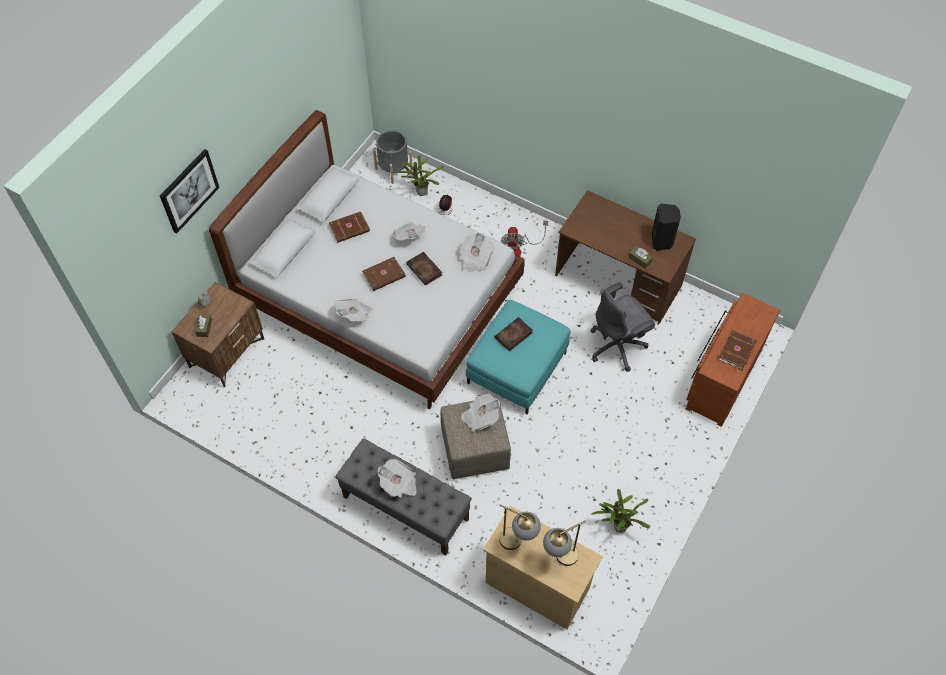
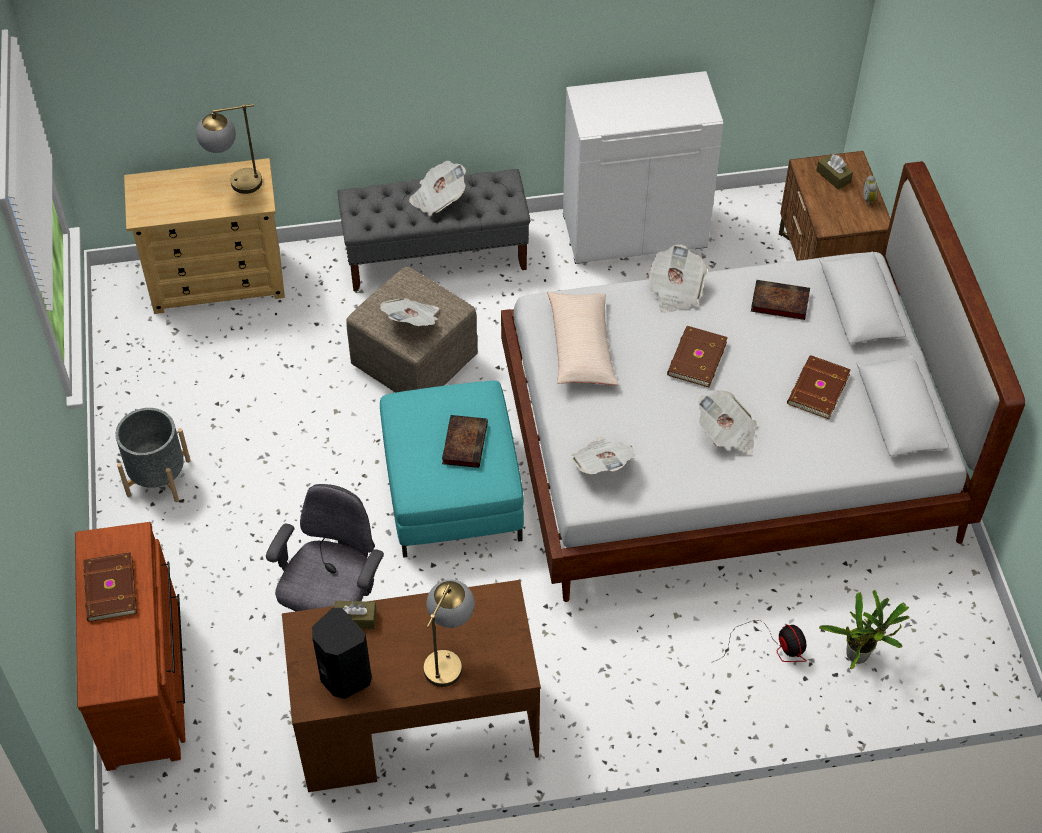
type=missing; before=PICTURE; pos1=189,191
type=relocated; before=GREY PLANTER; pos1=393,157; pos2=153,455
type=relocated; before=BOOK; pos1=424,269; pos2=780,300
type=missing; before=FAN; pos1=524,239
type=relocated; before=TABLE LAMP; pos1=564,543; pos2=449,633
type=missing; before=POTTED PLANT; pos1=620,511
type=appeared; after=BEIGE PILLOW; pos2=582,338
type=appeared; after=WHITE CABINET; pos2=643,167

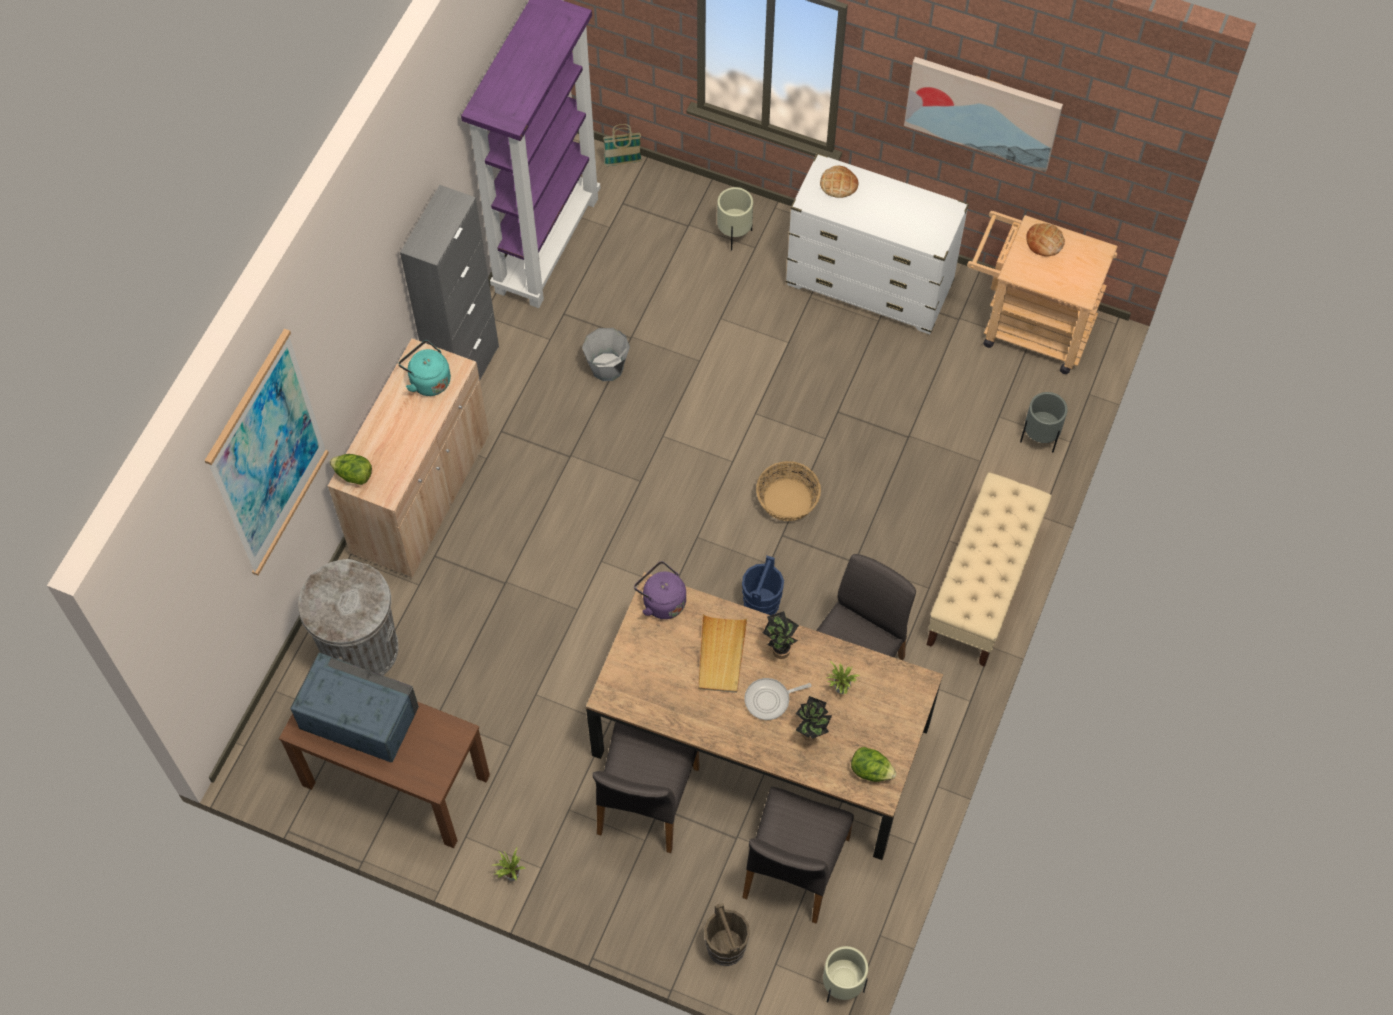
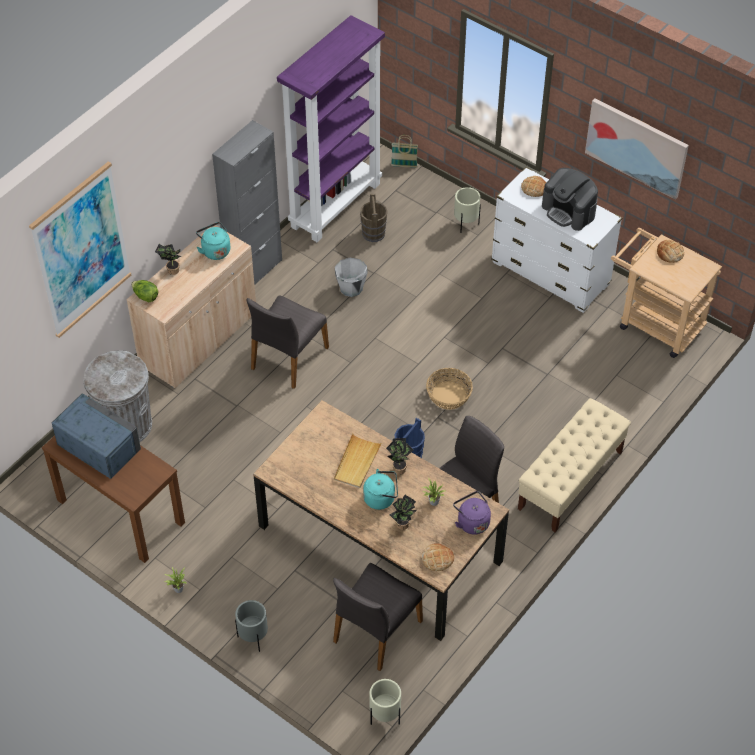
type=relocated; before=GREY CHAIR; pos1=646,787; pos2=288,342
type=relocated; before=PURPLE KETTLE; pos1=660,590; pos2=472,513
type=relocated; before=BROWN BUCKET; pos1=727,934; pos2=373,218
type=exchanged; before=FRYING PAN; after=TURQUOISE KETTLE; pos1=778,699; pos2=380,489
type=exchanged; before=LETTUCE; after=BREAD; pos1=873,764; pos2=438,557
type=relocated; before=GREY PLANTER; pos1=1043,422; pos2=251,626
type=appeared; after=POTTED PLANT; pos2=168,259
type=appeared; after=COFFEE MACHINE; pos2=570,199

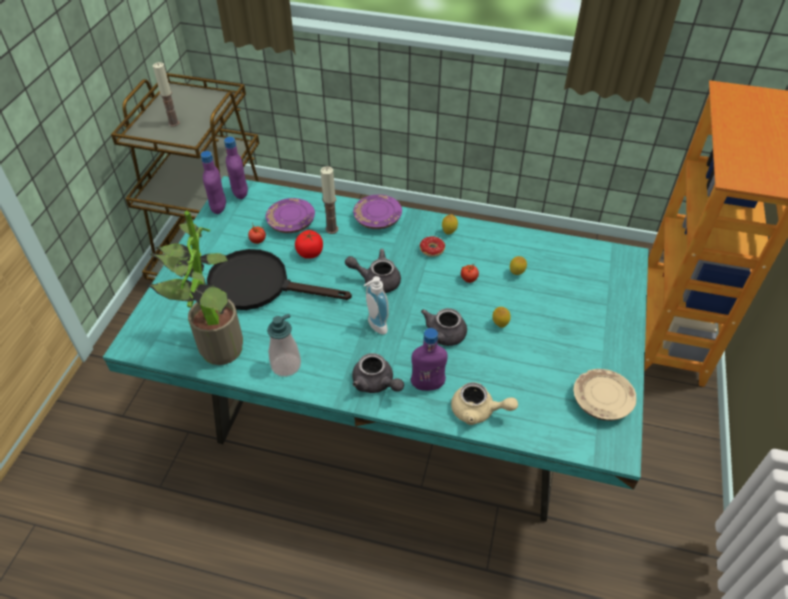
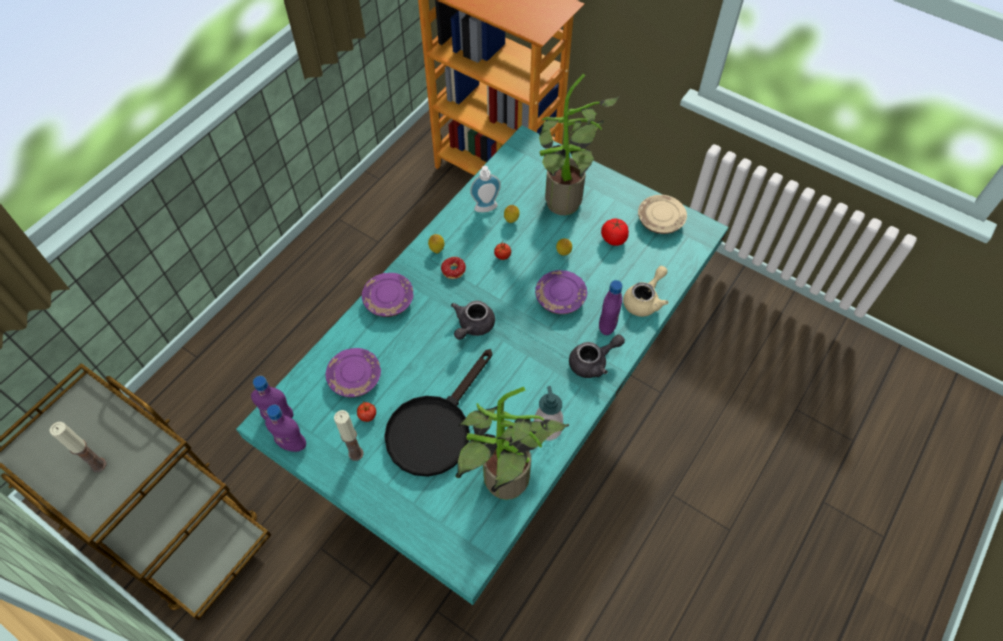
type=relocated; before=TOMATO; pos1=309,244; pos2=615,232
type=relocated; before=CANDLE; pos1=329,200; pos2=349,435
type=relocated; before=SOAP DISPENSER; pos1=376,305; pos2=485,189
type=exchanged; before=GREY TEAPOT; after=PURPLE PLATE; pos1=444,327; pos2=561,292
type=appeared; after=POTTED PLANT; pos2=579,144

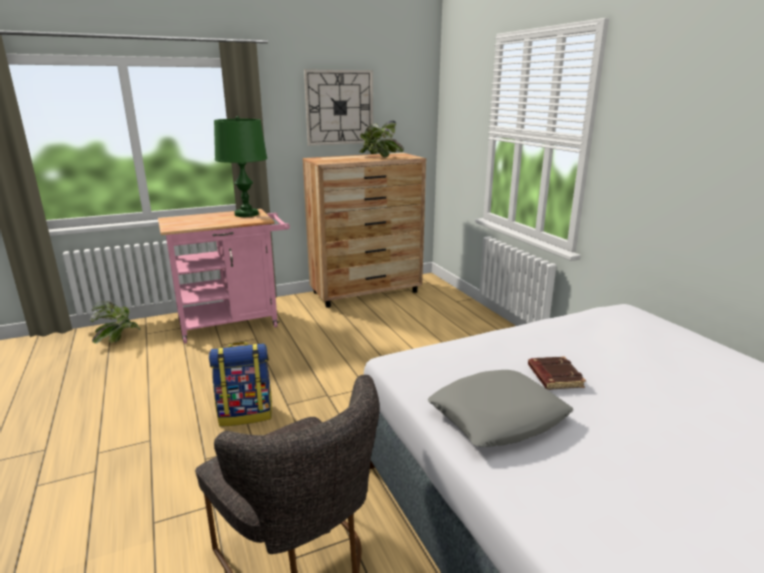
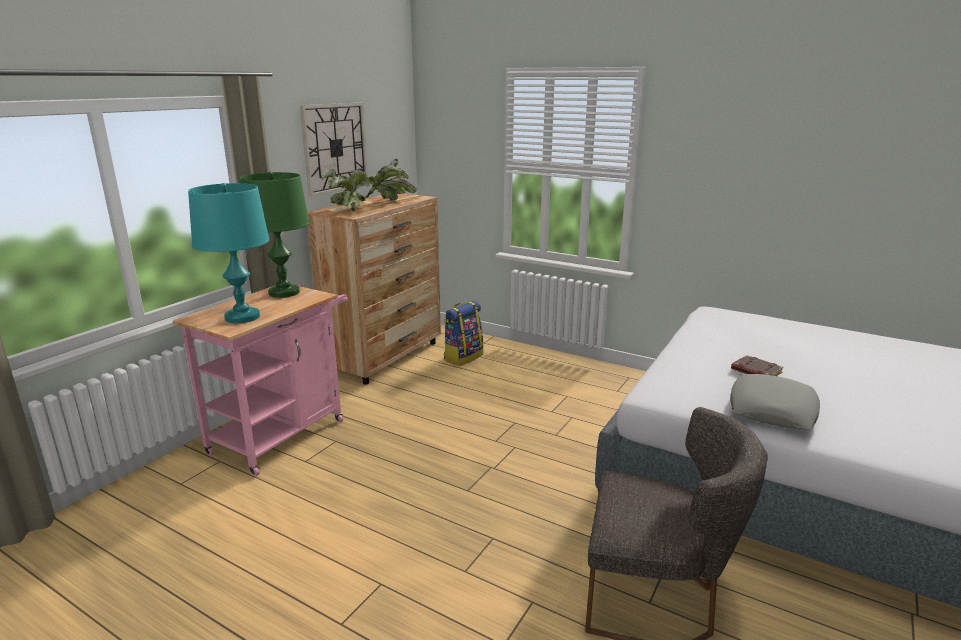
type=relocated; before=POTTED PLANT; pos1=115,322; pos2=346,190
type=relocated; before=BACKPACK; pos1=240,384; pos2=463,333
type=appeared; after=TURQUOISE TABLE LAMP; pos2=229,253

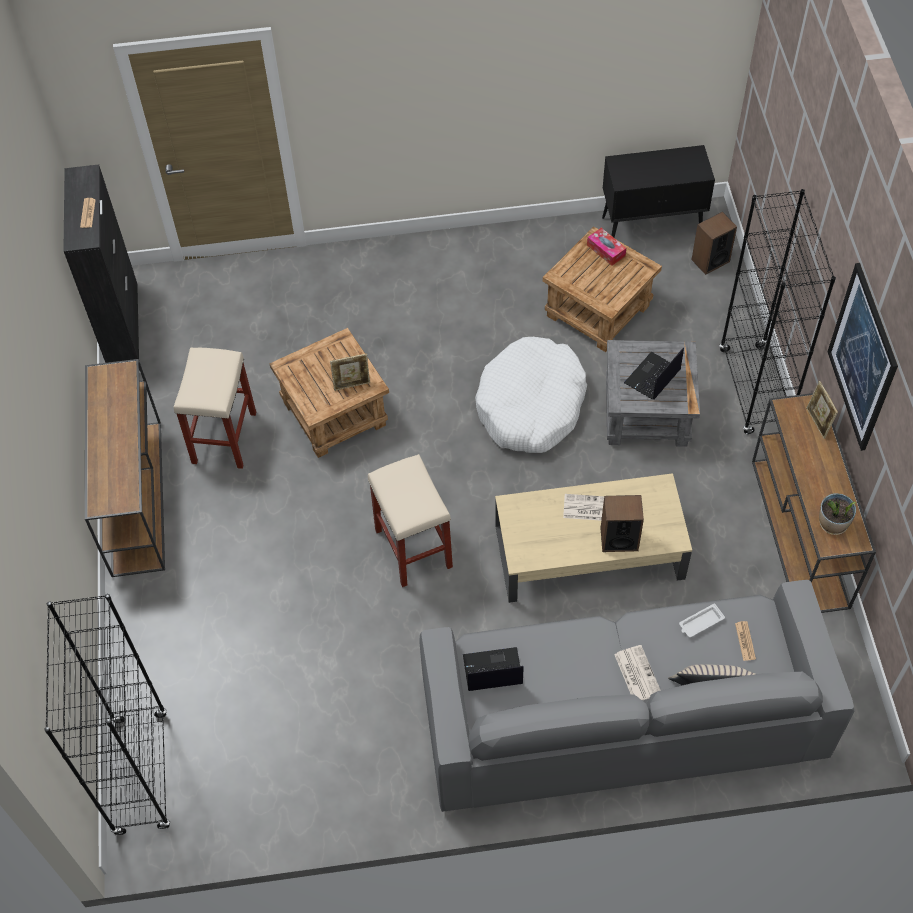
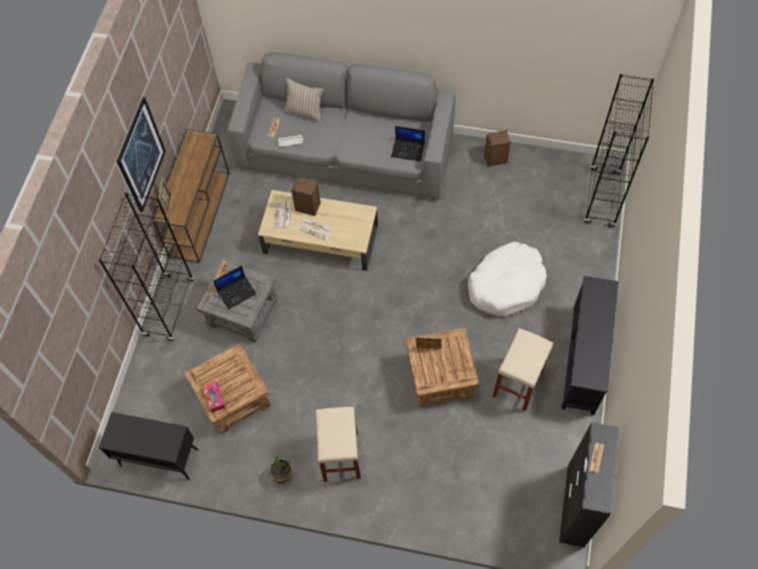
type=exchanged; before=BROWN CONSOLE TABLE; after=BLACK TV STAND; pos1=125,468; pos2=590,345
type=relocated; before=BEIGE STOOL; pos1=410,520; pos2=338,444
type=relocated; before=WHITE DOG BED; pos1=531,395; pos2=507,279
type=relocated; before=NEWSPAPER; pos1=637,672; pos2=283,214
type=relocated; before=SPEAKER; pos1=714,243; pos2=497,148
type=relocated; before=POTTED PLANT; pos1=837,514; pos2=280,468

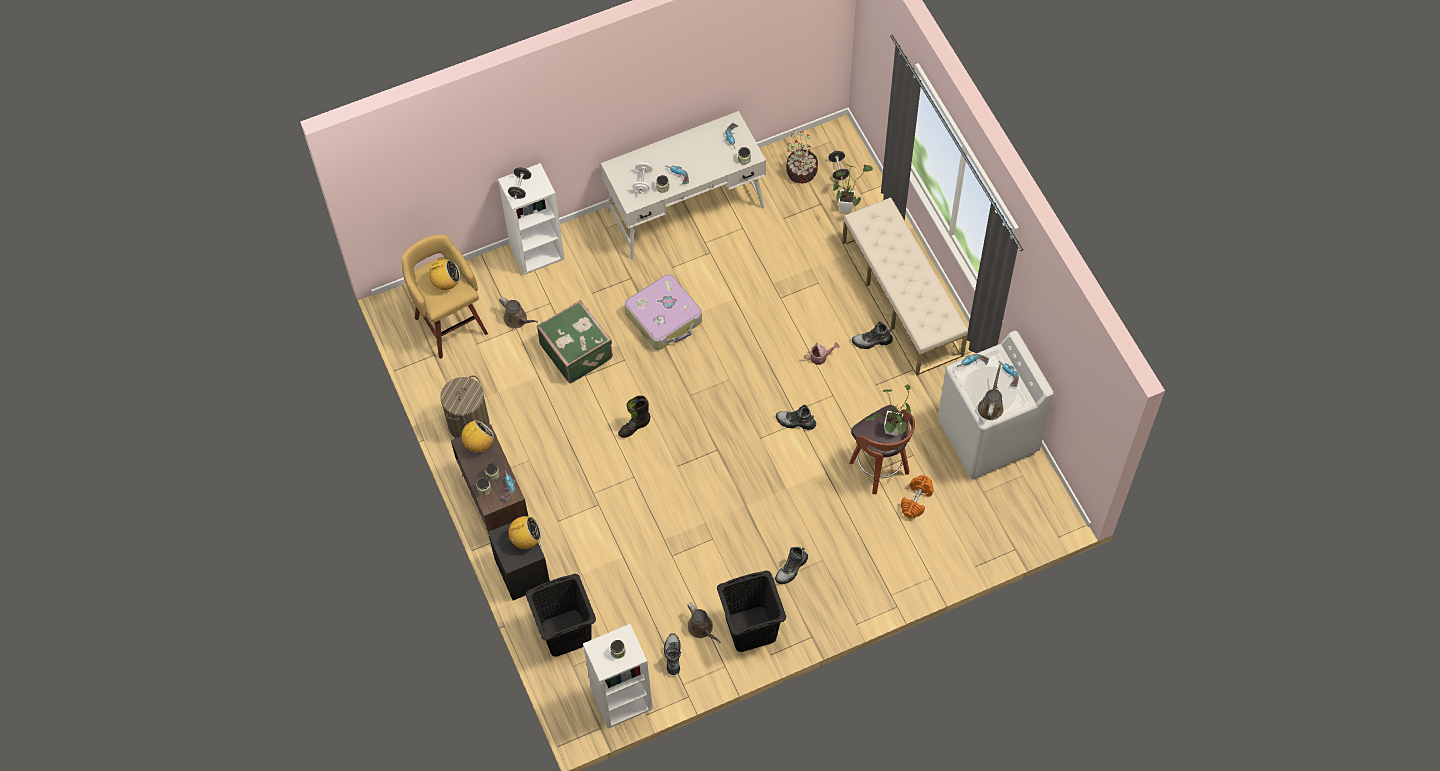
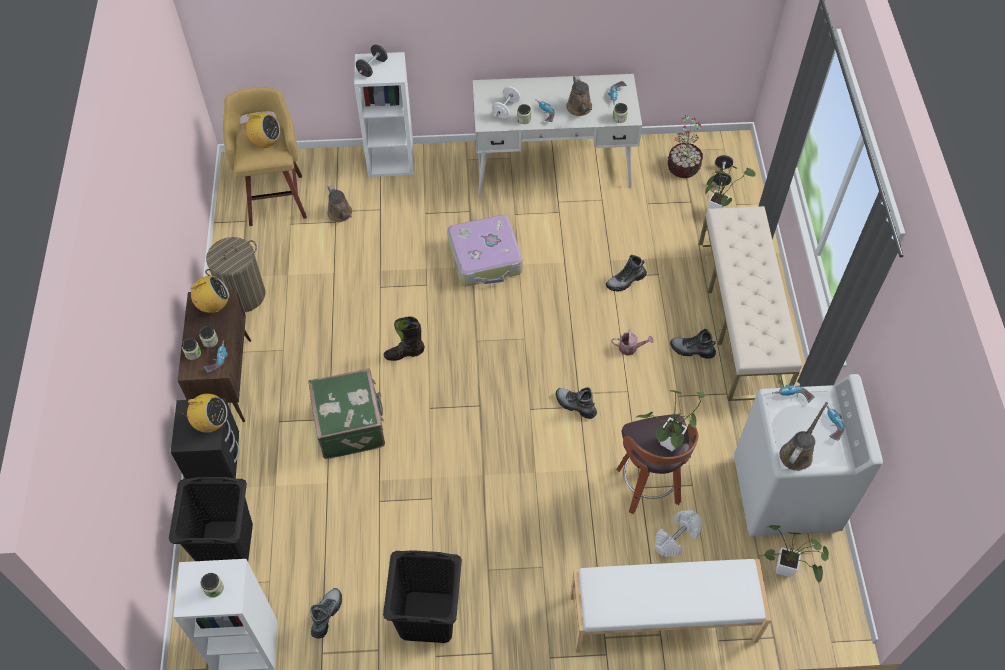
type=relocated; before=GREEN SUITCASE; pos1=575,341; pos2=346,413
type=relocated; before=BROWN WATERING CAN; pos1=704,623; pos2=579,95
type=relocated; before=BOOT; pos1=791,565; pos2=626,273
type=colour; before=ORANGE DUMBBELL; after=WHITE DUMBBELL; pos1=917,496; pos2=678,533
type=appeared; after=WHITE BENCH; pos2=670,606
type=appeared; after=POTTED PLANT; pos2=796,554

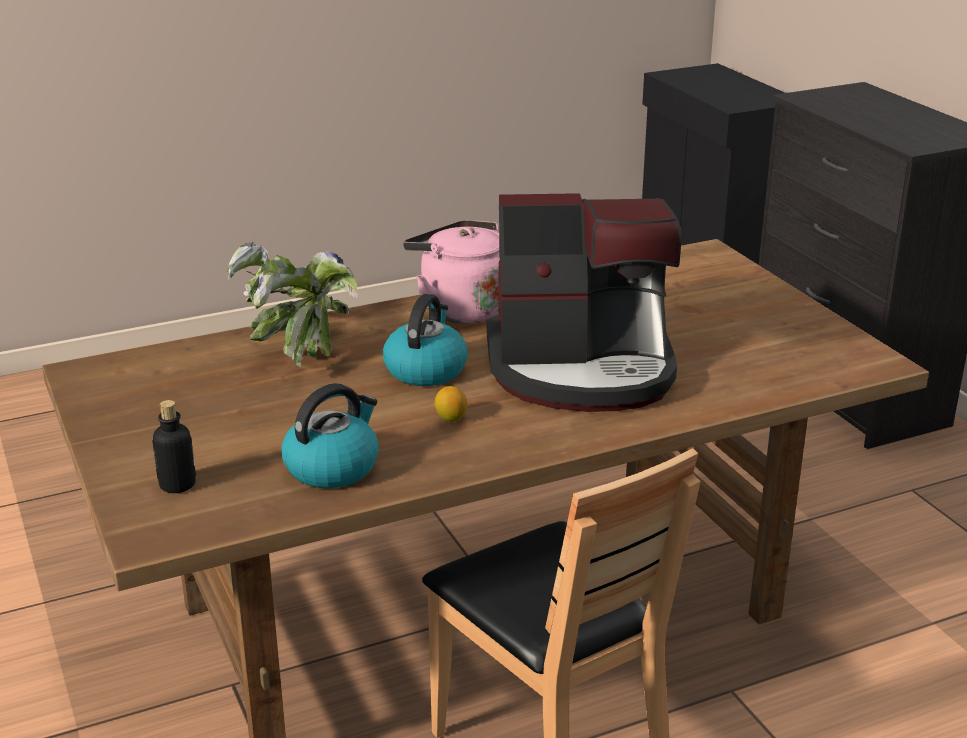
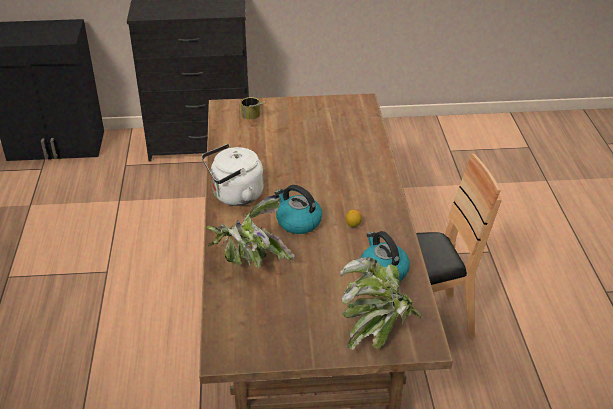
type=exchanged; before=BOTTLE; after=POTTED PLANT; pos1=174,446; pos2=380,303
type=colour; before=PINK KETTLE; after=WHITE KETTLE; pos1=451,272; pos2=233,175
type=missing; before=COFFEE MACHINE; pos1=584,302
type=appeared; after=CAN; pos2=252,108

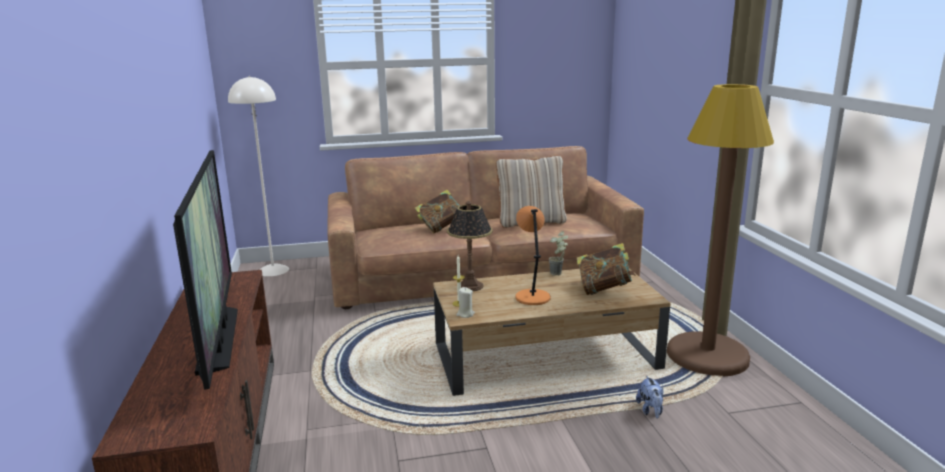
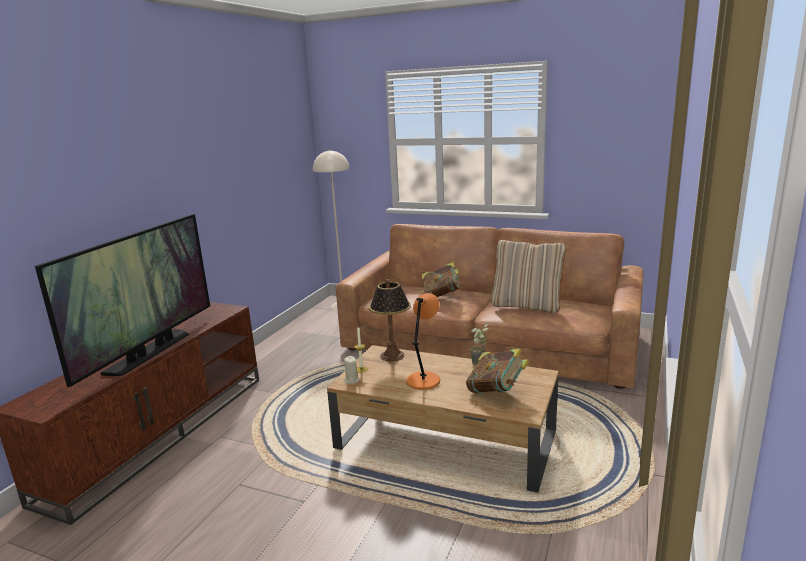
type=missing; before=PLUSH TOY; pos1=650,396
type=missing; before=BROWN FLOOR LAMP; pos1=720,230

